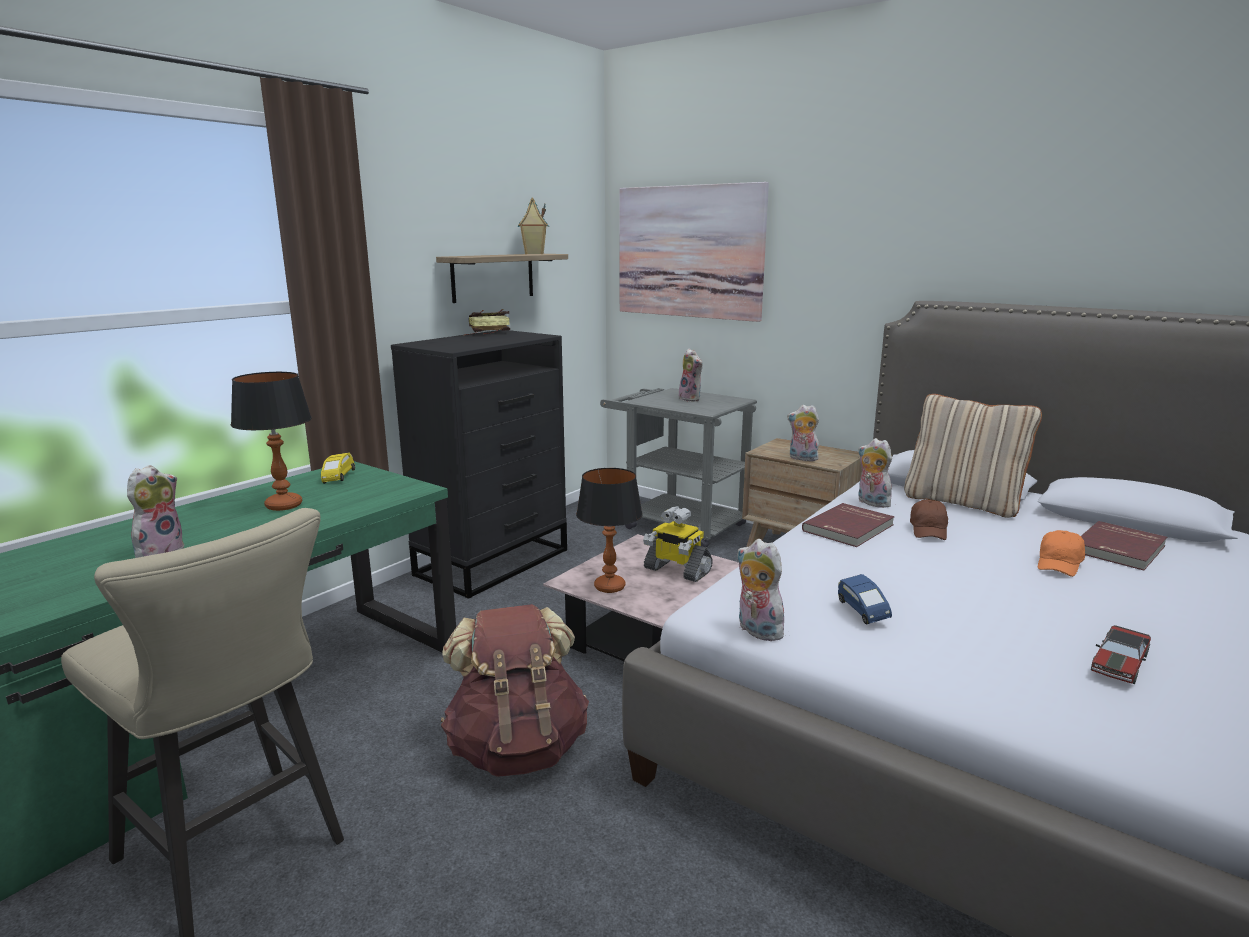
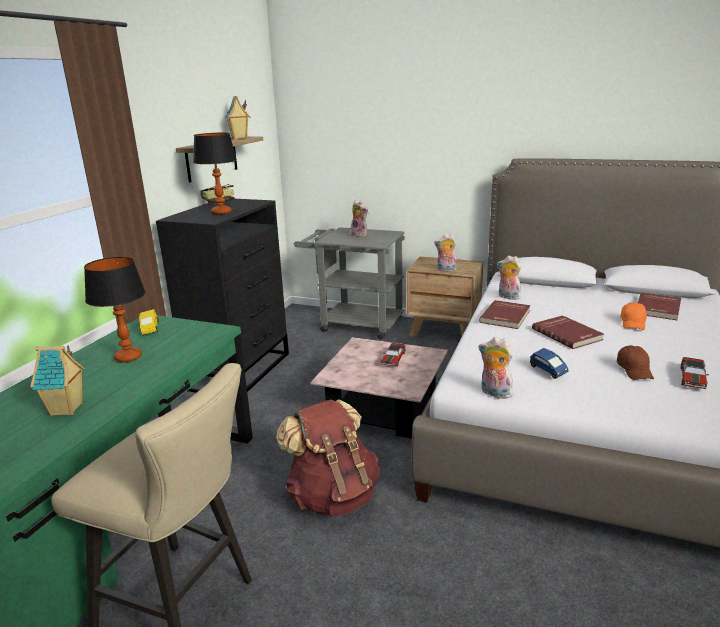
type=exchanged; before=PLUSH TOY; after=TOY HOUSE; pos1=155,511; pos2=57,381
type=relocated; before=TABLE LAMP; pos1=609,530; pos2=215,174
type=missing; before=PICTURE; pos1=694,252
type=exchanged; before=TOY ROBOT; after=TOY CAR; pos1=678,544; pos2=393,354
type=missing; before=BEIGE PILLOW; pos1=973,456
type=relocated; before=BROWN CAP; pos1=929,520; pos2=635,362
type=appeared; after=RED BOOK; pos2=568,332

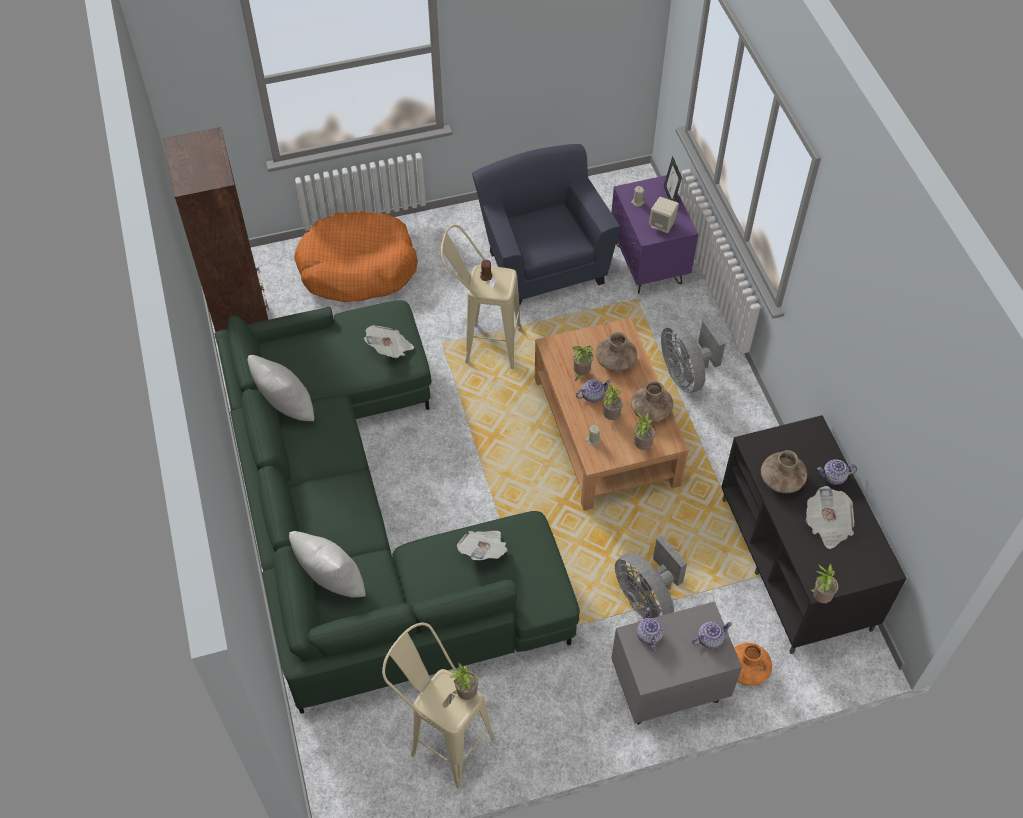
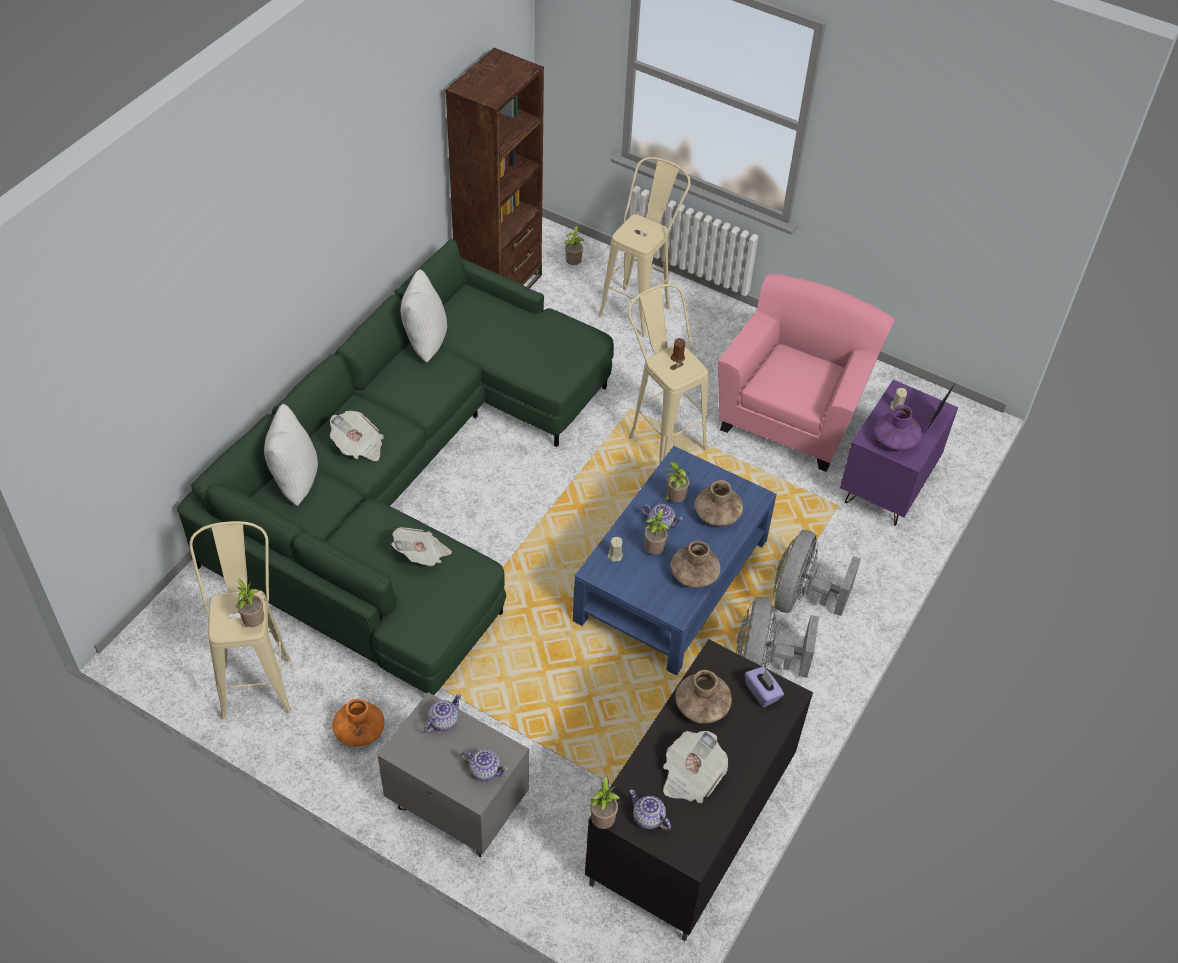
type=exchanged; before=ORANGE DOG BED; after=BEIGE STOOL; pos1=356,256; pos2=644,247
type=relocated; before=NEWSPAPER; pos1=389,341; pos2=356,436
type=colour; before=BLUE ARMCHAIR; after=PINK ARMCHAIR; pos1=546,224; pos2=806,373
type=colour; before=BROWN COFFEE TABLE; after=BLUE COFFEE TABLE; pos1=612,414; pos2=675,560
type=relocated; before=GREY FAN; pos1=651,577; pos2=778,637
type=relocated; before=POTTED PLANT; pos1=644,431; pos2=574,245
type=exchanged; before=BEIGE SPEAKER; after=PURPLE VASE; pos1=664,215; pos2=898,428
type=relocated; before=ORANGE VASE; pos1=753,664; pos2=358,723
type=relocated; before=TEAPOT; pos1=837,472; pos2=650,810
type=appeared; after=PURPLE TISSUE BOX; pos2=764,687

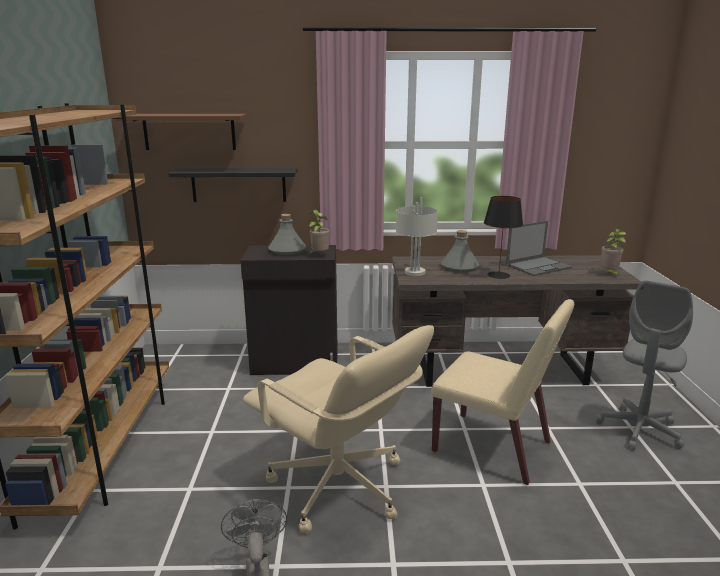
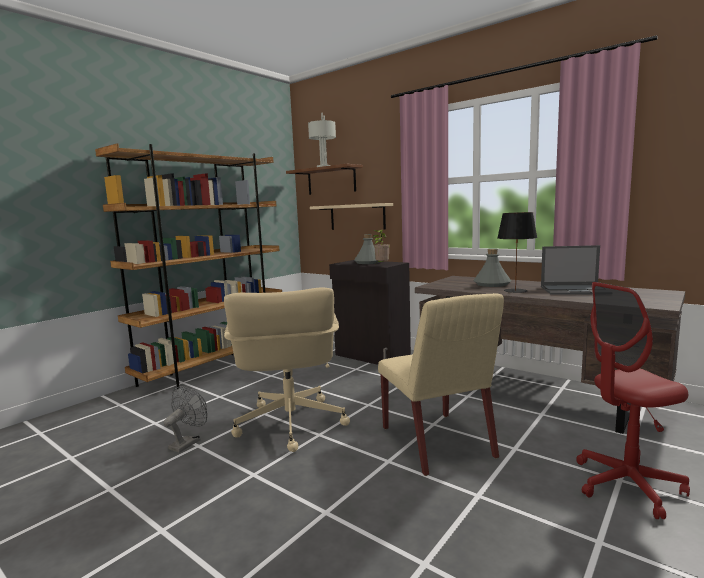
type=colour; before=BLACK SHELF; after=BEIGE SHELF; pos1=233,185; pos2=351,216
type=relocated; before=GREY TABLE LAMP; pos1=417,236; pos2=322,140
type=colour; before=GREY OFFICE CHAIR; after=RED OFFICE CHAIR; pos1=644,365; pos2=633,400
type=missing; before=POTTED PLANT; pos1=613,252

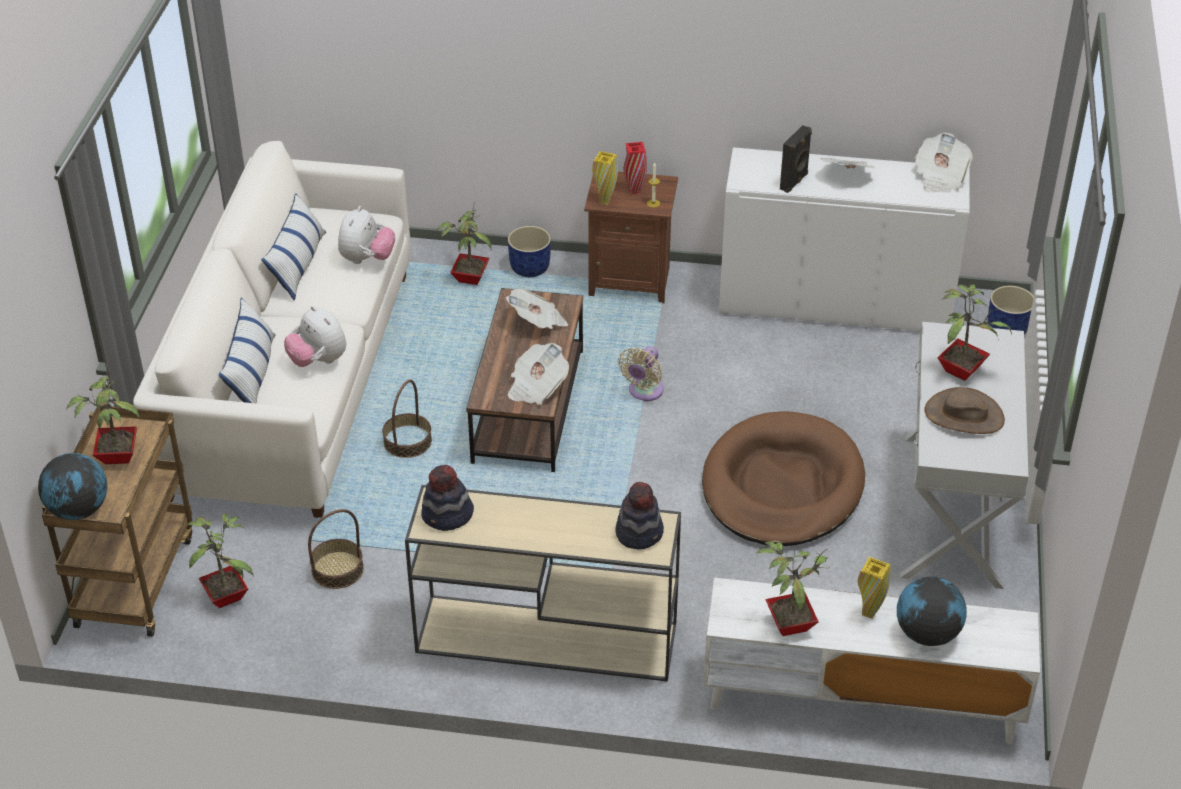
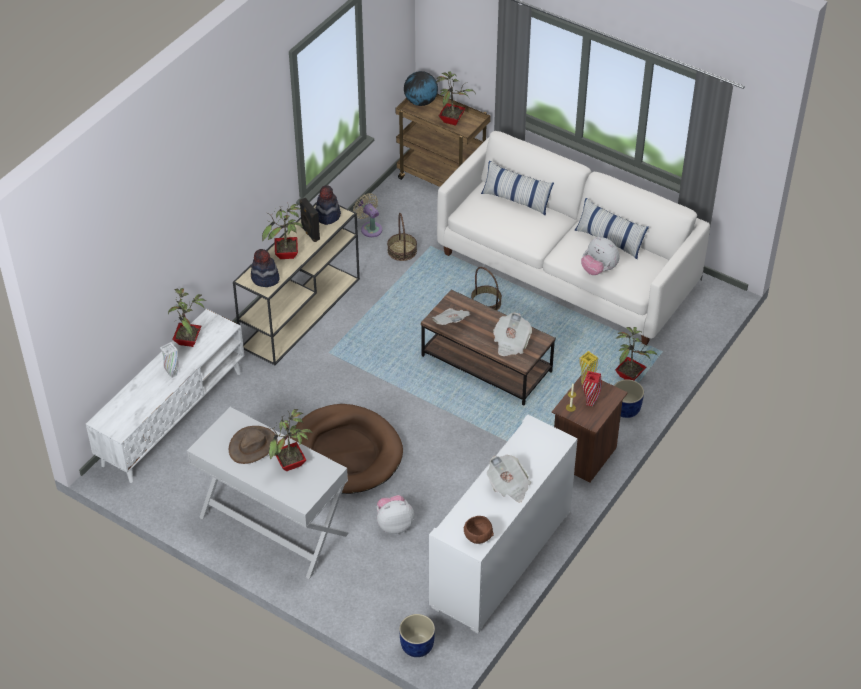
type=relocated; before=POTTED PLANT; pos1=220,561; pos2=282,231
type=relocated; before=PLUSH TOY; pos1=315,336; pos2=395,514
type=relocated; before=BEIGE FAN; pos1=641,373; pos2=367,215
type=relocated; before=BLACK SPEAKER; pos1=796,159; pos2=309,220
type=colour; before=YELLOW VASE; after=WHITE VASE; pos1=874,588; pos2=169,360
type=missing; before=GLOBE; pos1=932,611
type=exchanged; before=NEWSPAPER; after=BROWN BOWL; pos1=944,163; pos2=479,530

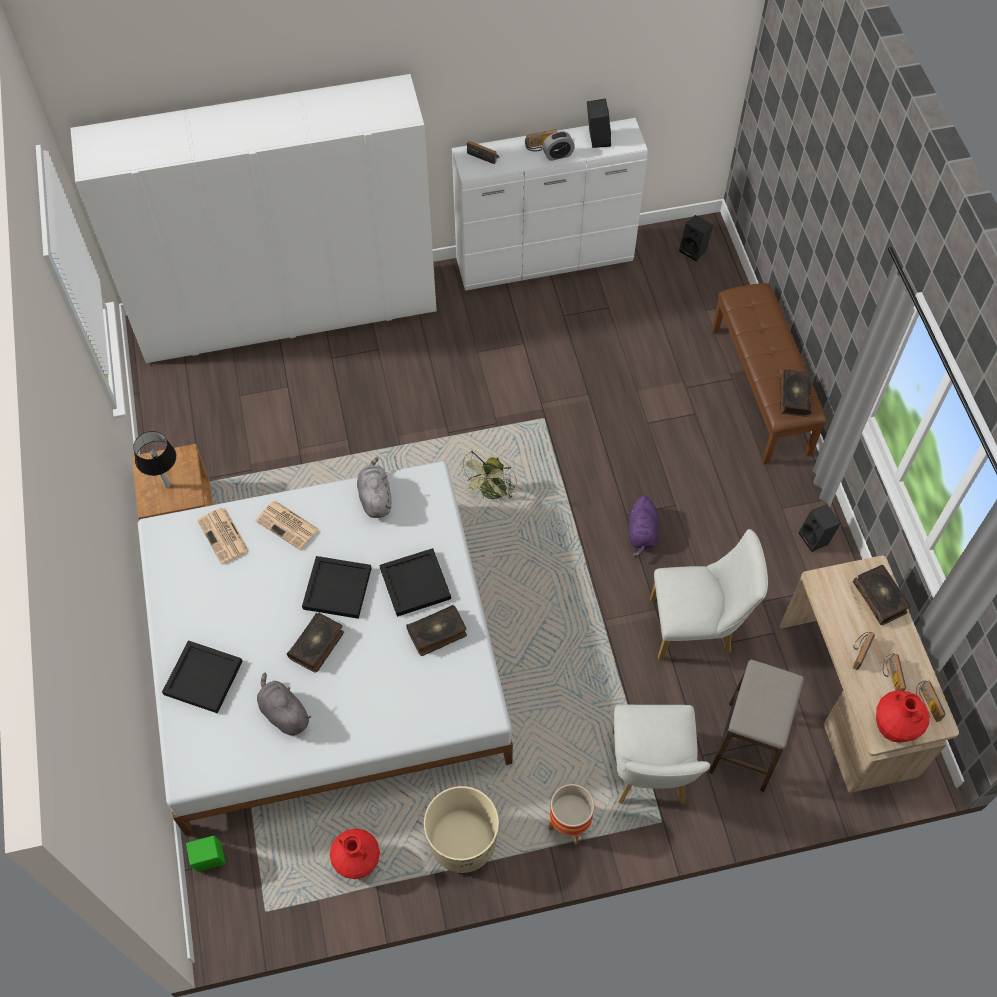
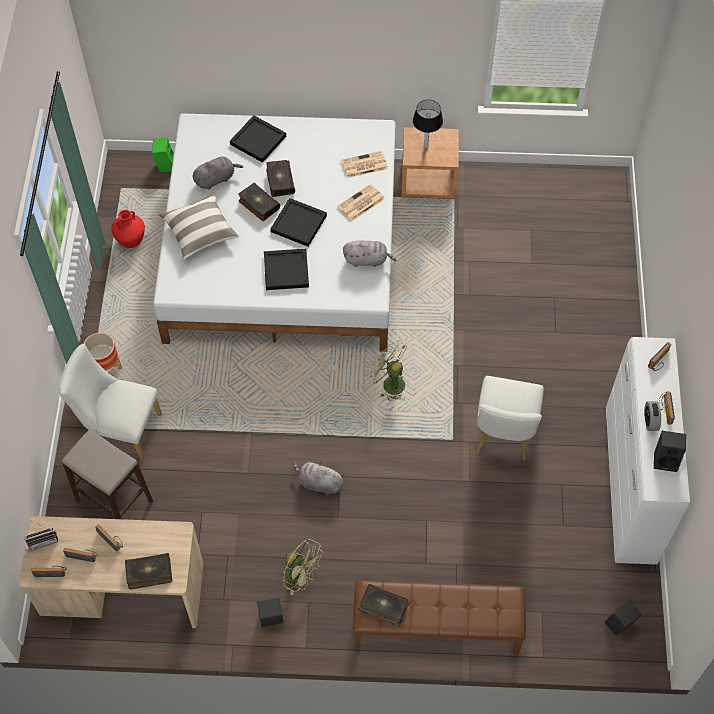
type=missing; before=WHITE WARDROBE; pos1=253,218
type=relocated; before=BOOK; pos1=436,630; pos2=280,178
type=missing; before=BEIGE PLANTER; pos1=461,829
type=colour; before=PURPLE PLUSH TOY; after=GREY PLUSH TOY; pos1=644,526; pos2=318,478
type=relocated; before=WHITE CHAIR; pos1=709,594; pos2=510,418
type=exchanged; before=RED VASE; after=RADIO; pos1=902,716; pos2=41,536
type=appeared; after=PILLOW; pos2=199,225
type=appeared; after=GREEN FAN; pos2=302,567

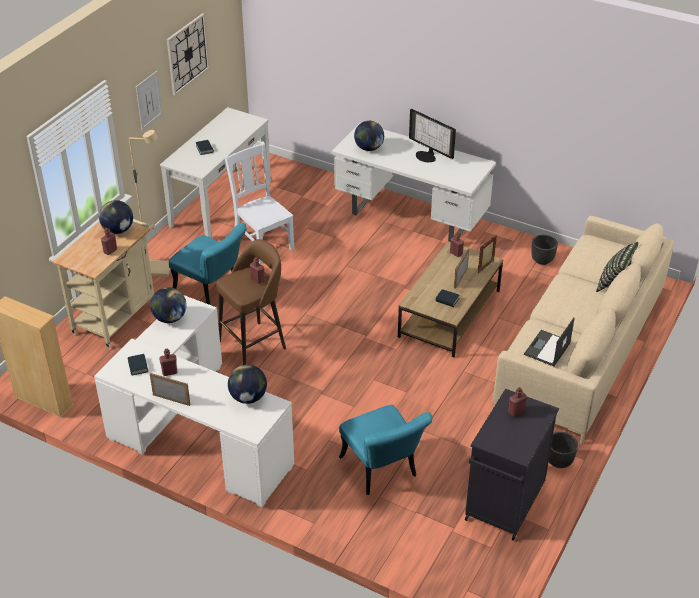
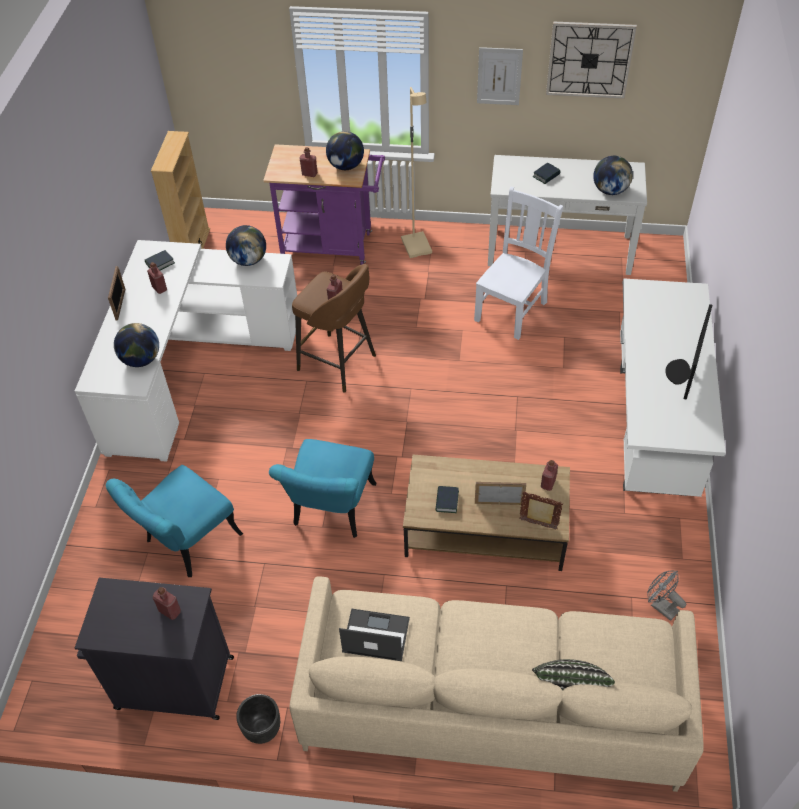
type=colour; before=BEIGE CART; after=PURPLE CART; pos1=104,284; pos2=324,204
type=relocated; before=TURQUOISE CHAIR; pos1=208,264; pos2=323,488
type=relocated; before=GLOBE; pos1=369,136; pos2=613,175
type=exchanged; before=BLACK PLANTER; after=GREY FAN; pos1=544,250; pos2=666,596

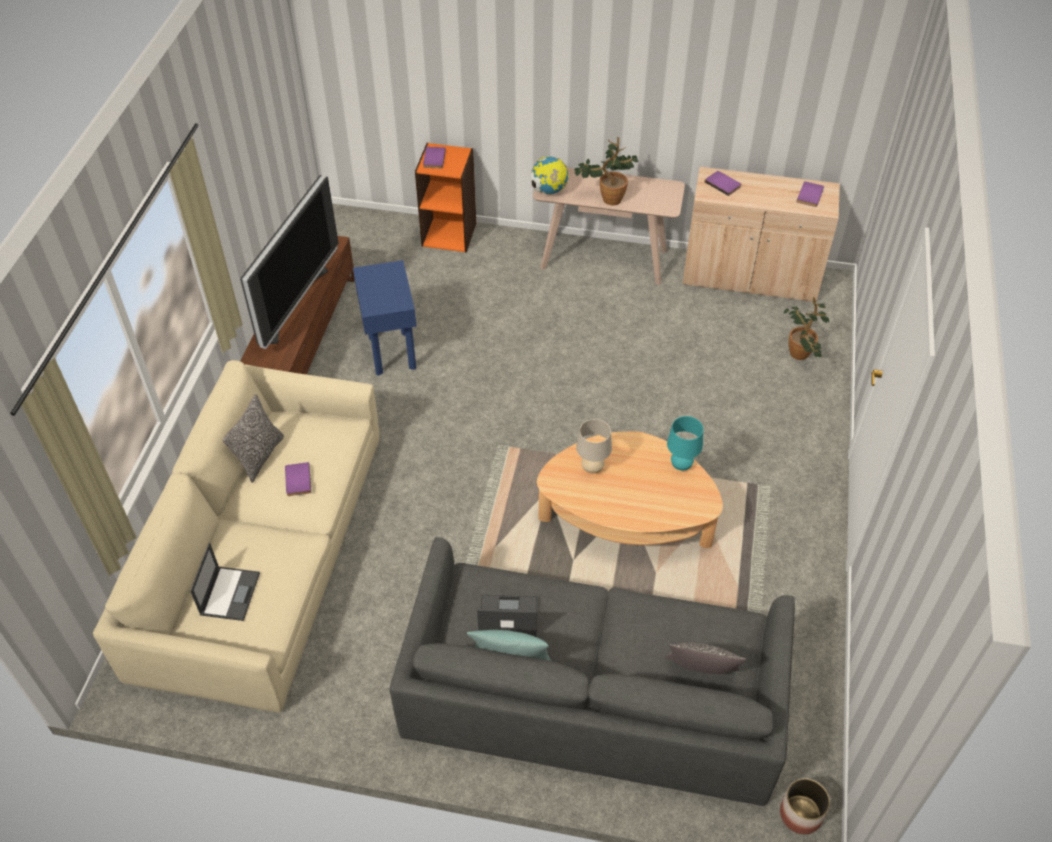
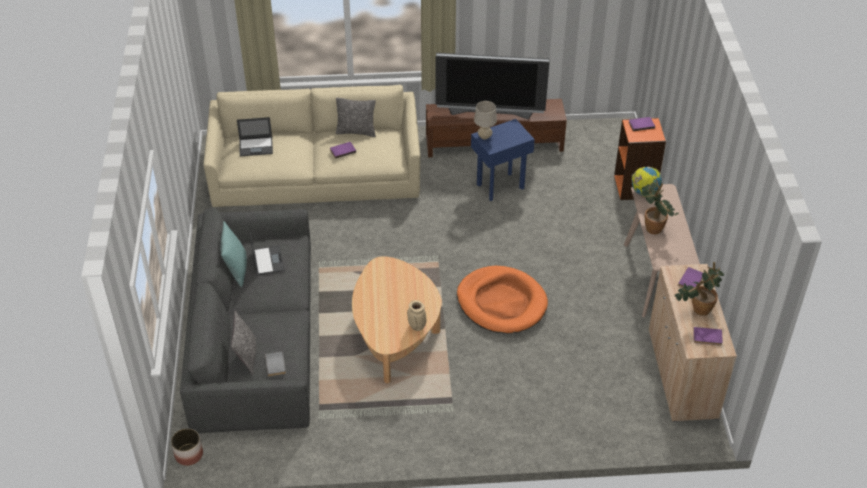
type=relocated; before=BEIGE TABLE LAMP; pos1=594,446; pos2=485,120
type=exchanged; before=TURQUOISE TABLE LAMP; after=BEIGE VASE; pos1=685,443; pos2=416,315
type=relocated; before=POTTED PLANT; pos1=806,328; pos2=699,289
type=appeared; after=GREY BOOK; pos2=275,364
type=appeared; after=ORANGE DOG BED; pos2=502,300

